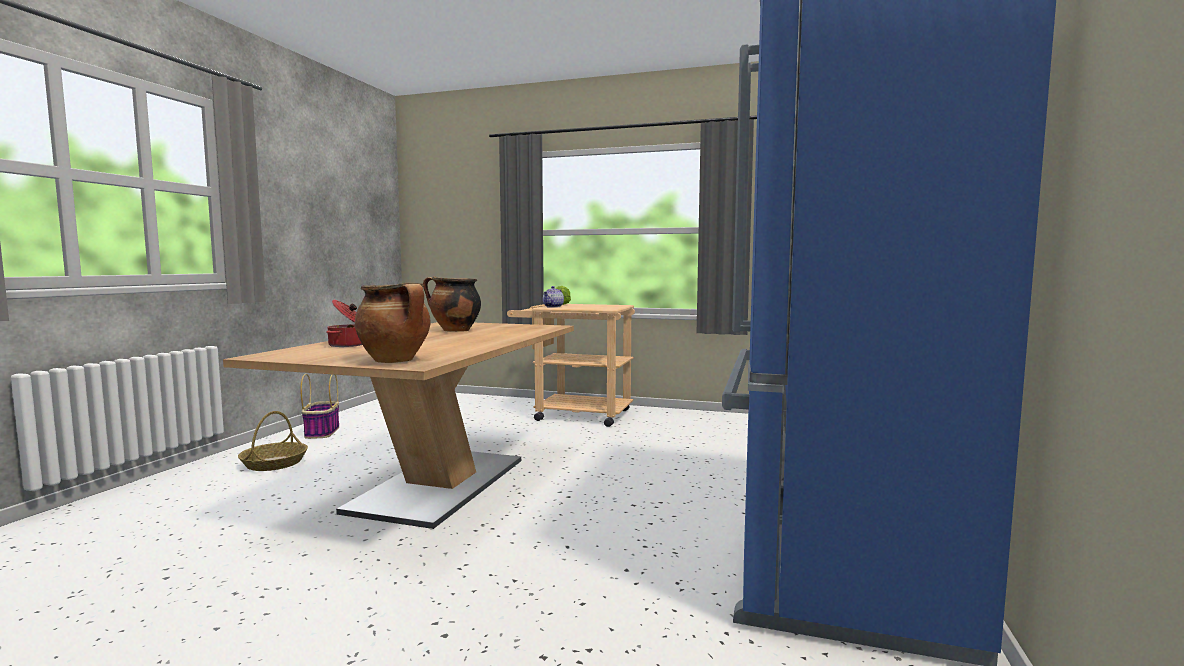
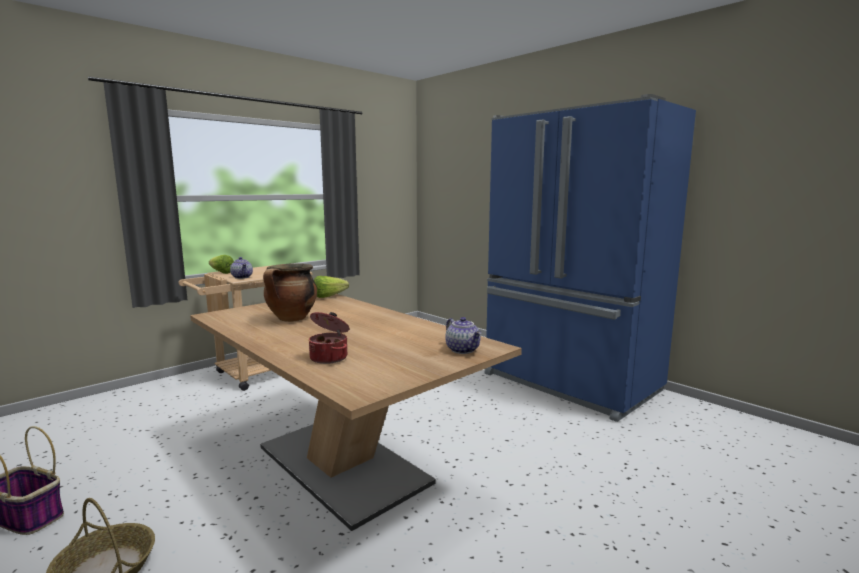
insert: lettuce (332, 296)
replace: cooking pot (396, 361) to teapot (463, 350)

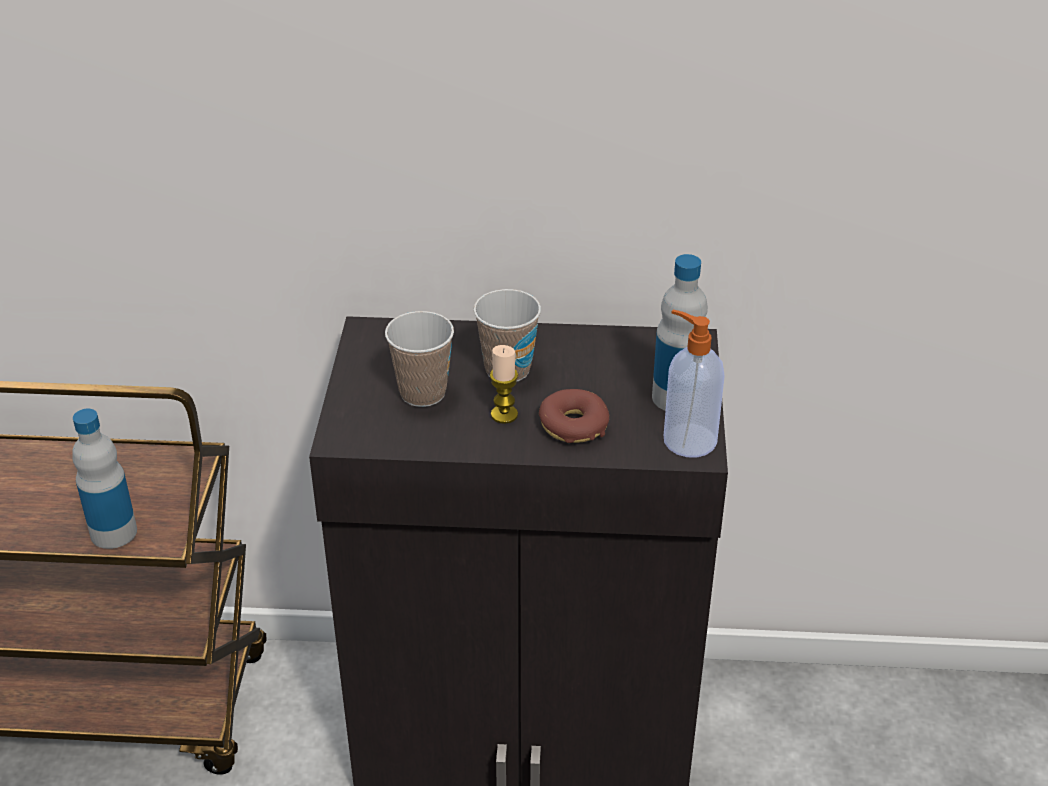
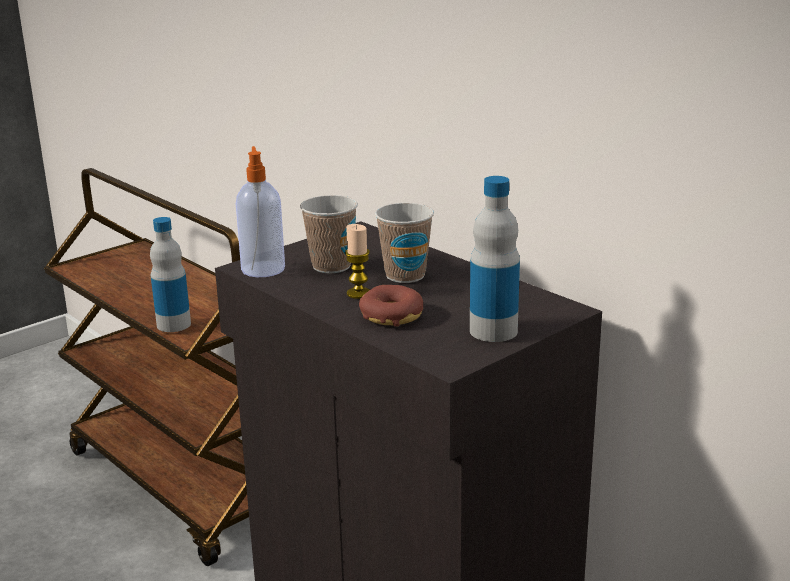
move: soap dispenser (688, 440) to (263, 269)

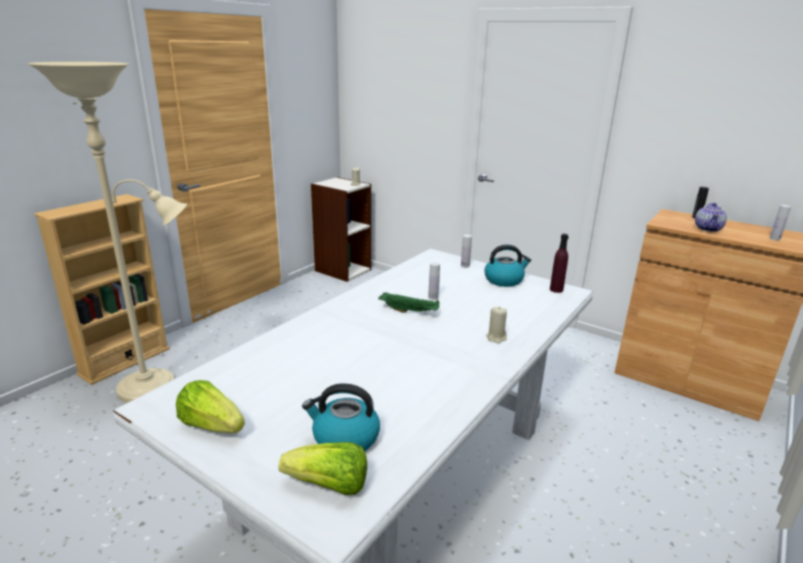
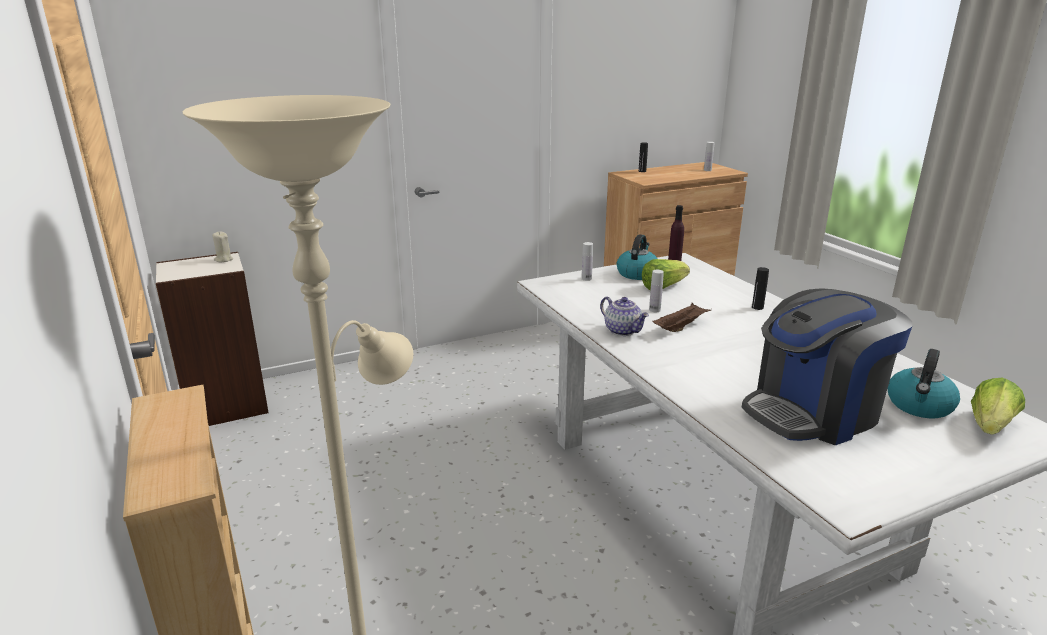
insert: coffee machine (814, 412)
move: lettuce (212, 425) to (662, 287); teapot (708, 229) to (623, 331)
replace: candle (beige) (496, 338) to bottle (black) (757, 307)
recolor: tray (green) (410, 311) to tray (brown) (680, 327)

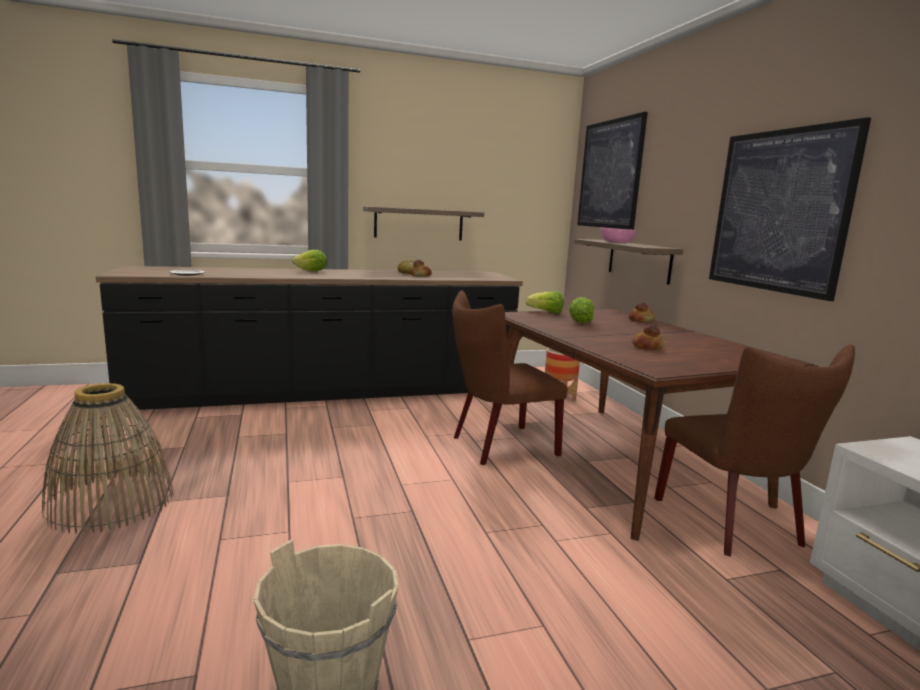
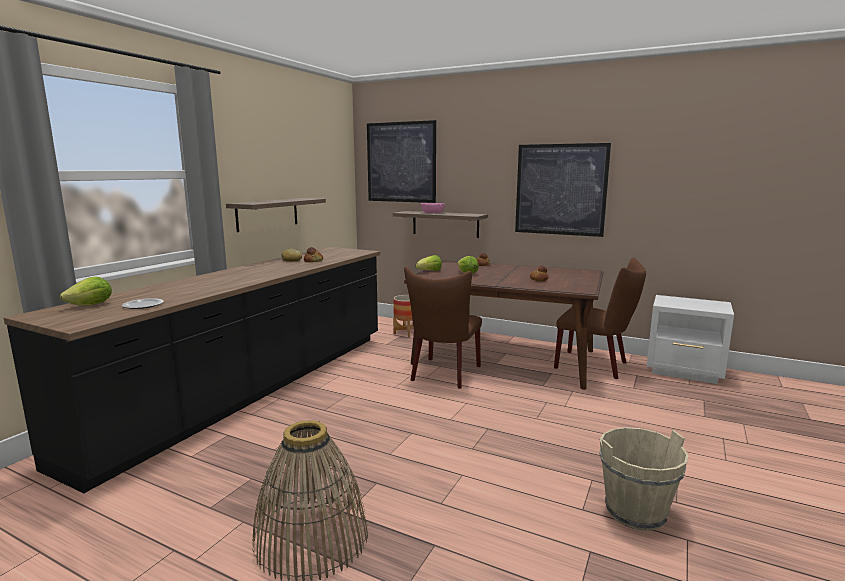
move: lettuce (312, 271) to (91, 305)

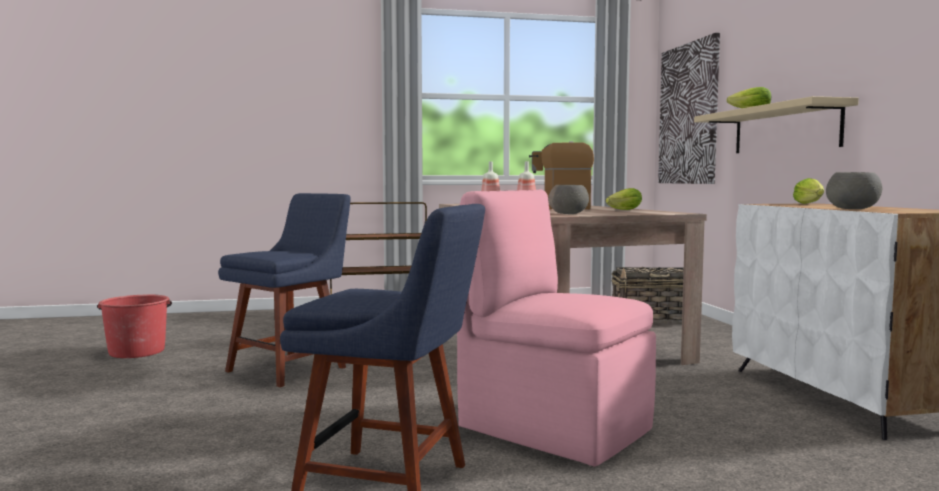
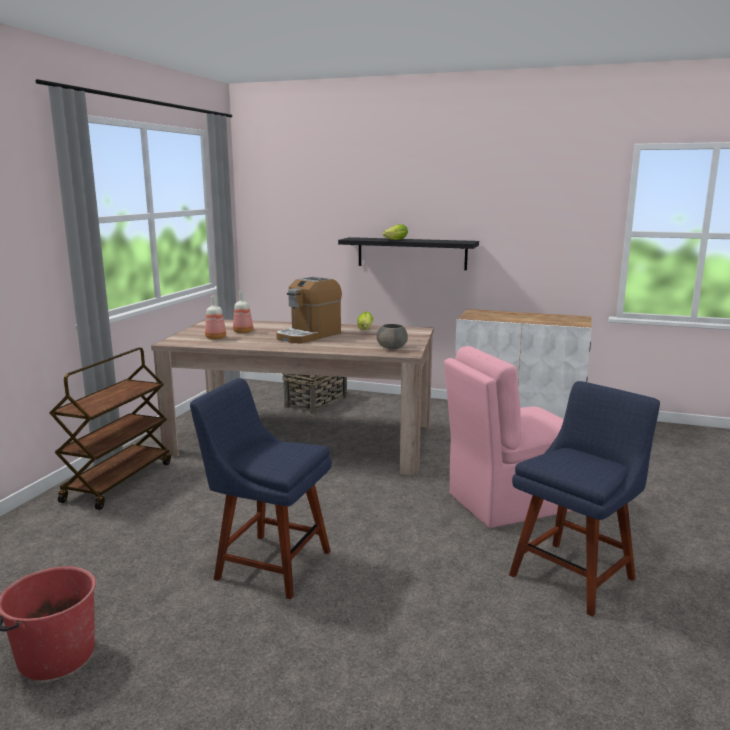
delete: picture (688, 114); lettuce (810, 204); bowl (grey) (853, 209)
recolor: shelf (beige) (785, 129) to shelf (black) (411, 253)
rotate: chair (blue) (291, 368) = (268, 563) 45 degrees counterclockwise

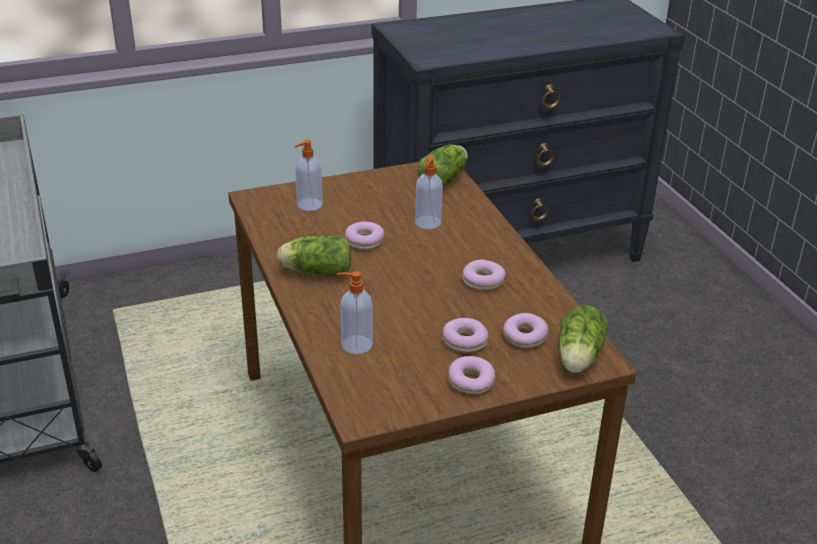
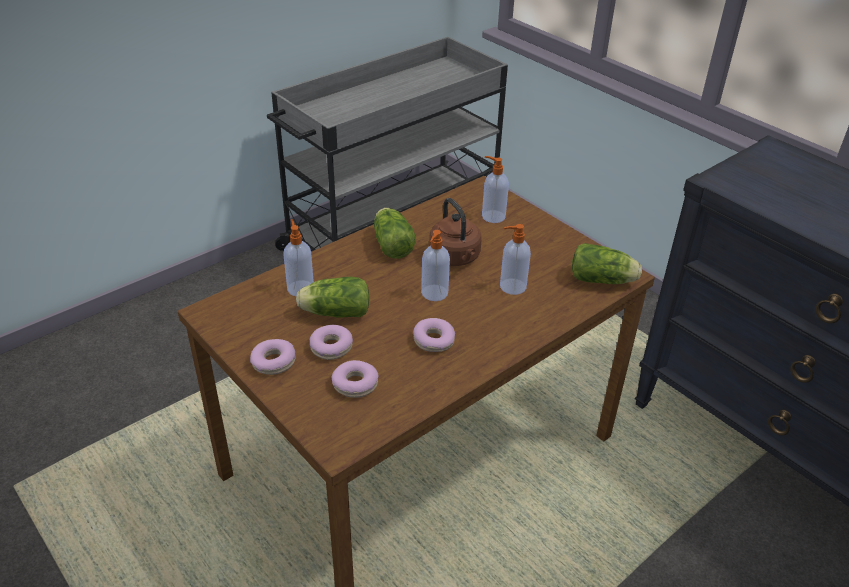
insert: soap dispenser (434, 293)
move: lettuce (578, 358) to (333, 312)
replace: donut (364, 241) to kettle (brown) (456, 258)

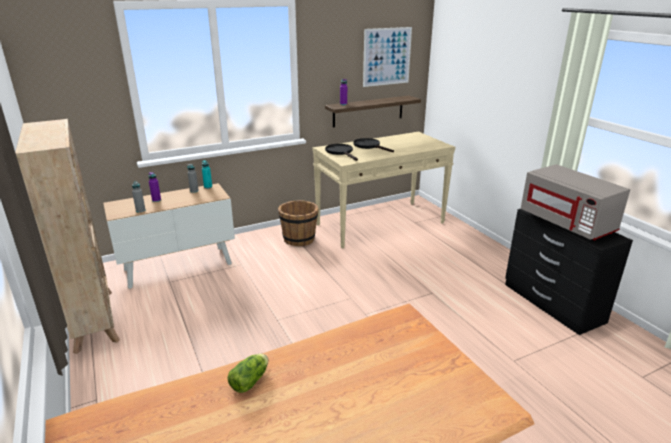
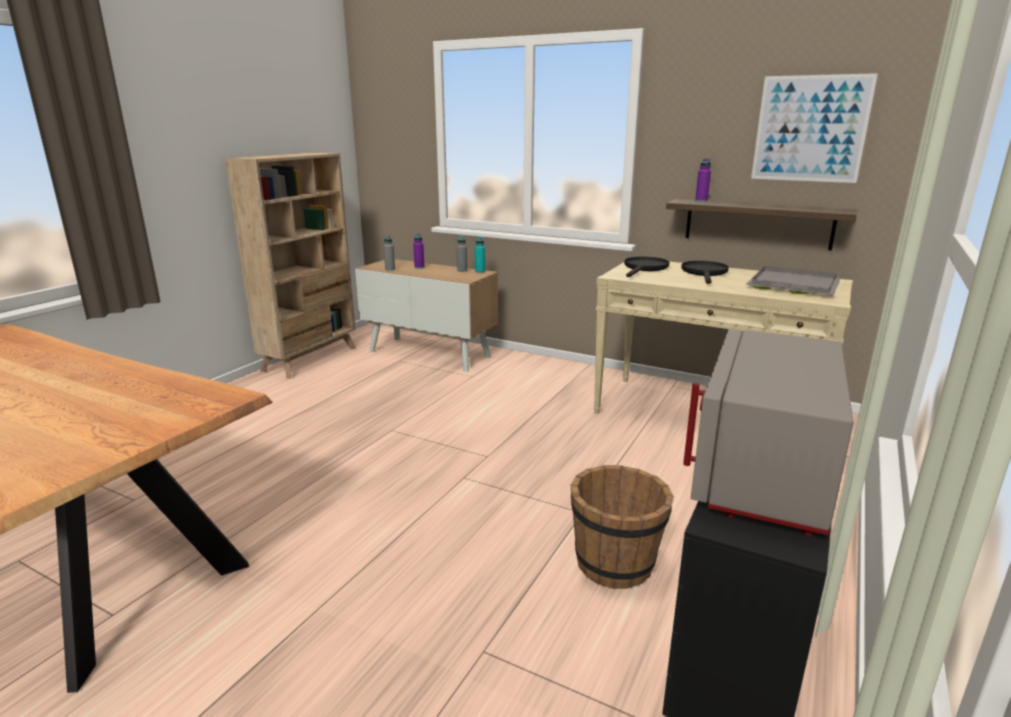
delete: lettuce (251, 380)
insert: tray (grey) (795, 284)
move: bucket (brown) (299, 239) to (615, 563)

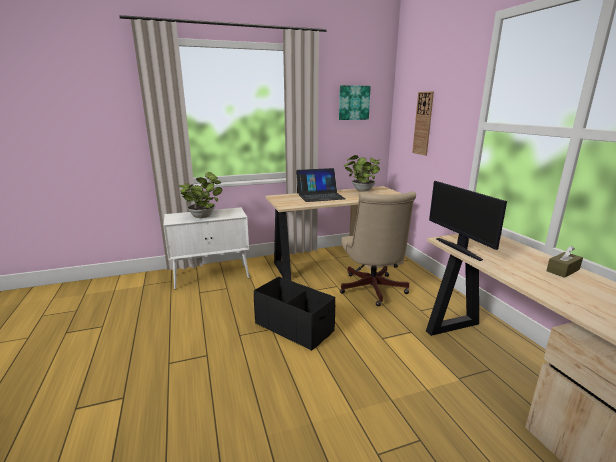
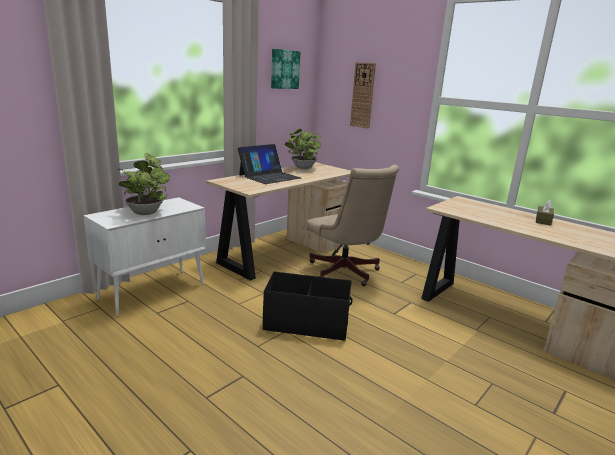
delete: monitor (459, 248)

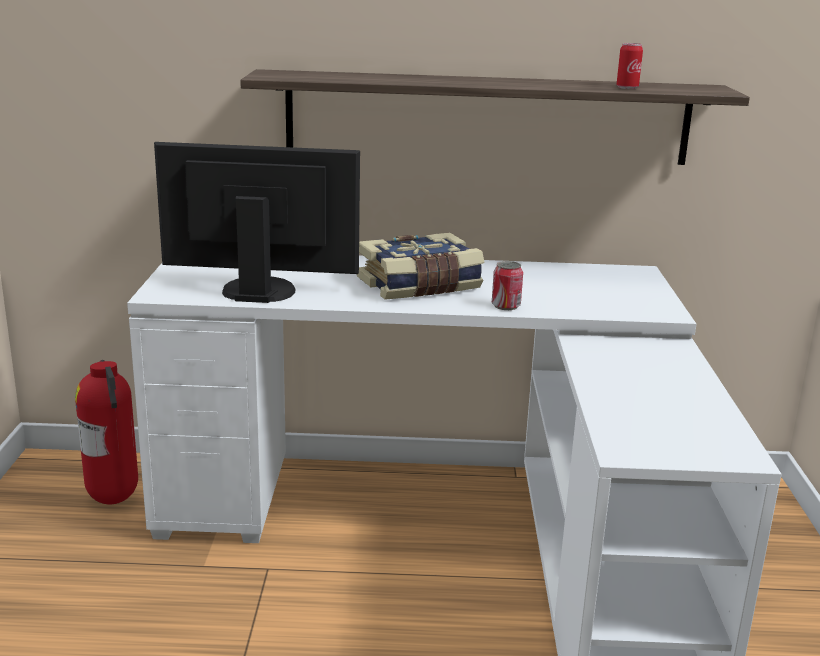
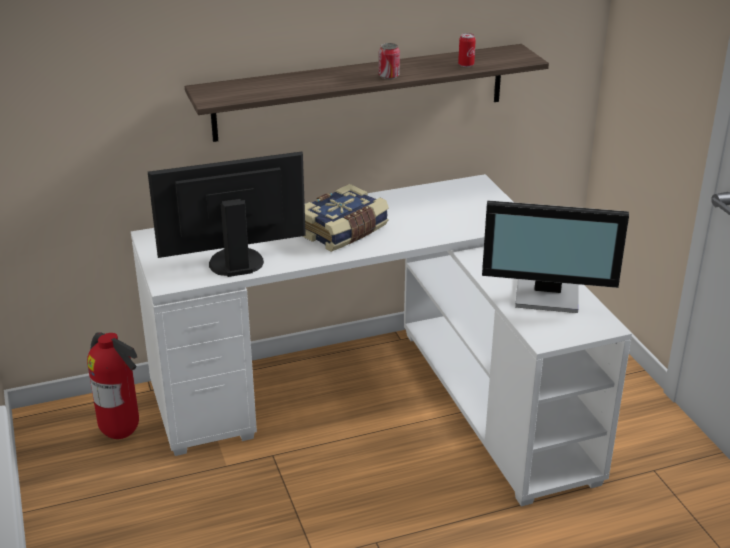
insert: monitor (548, 295)
move: can (505, 306) to (388, 76)

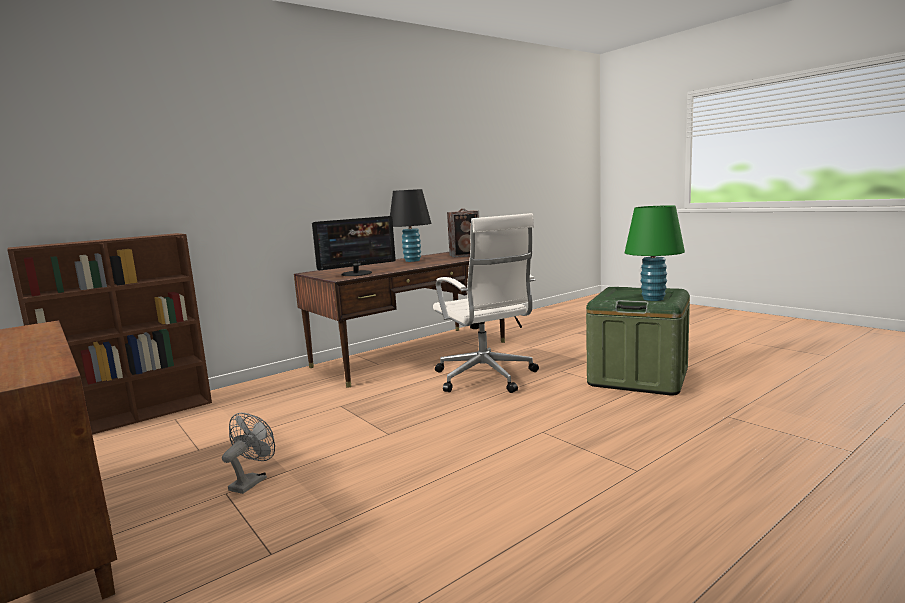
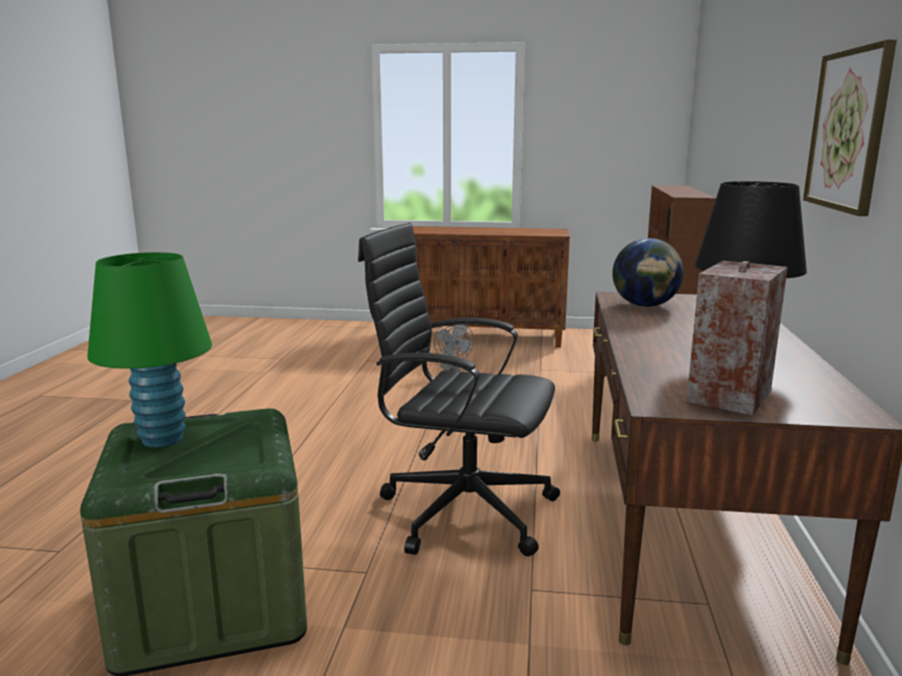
insert: picture (848, 130)
replace: monitor (357, 273) to globe (645, 306)
recolor: office chair (white) (486, 378) to office chair (black) (462, 510)

